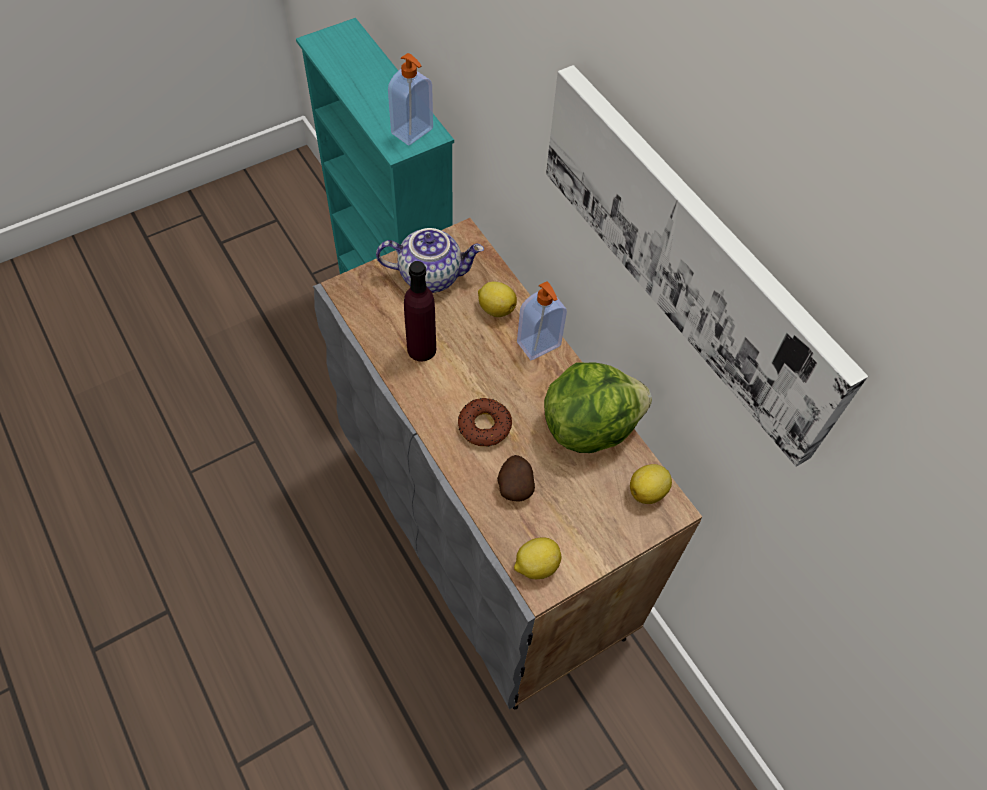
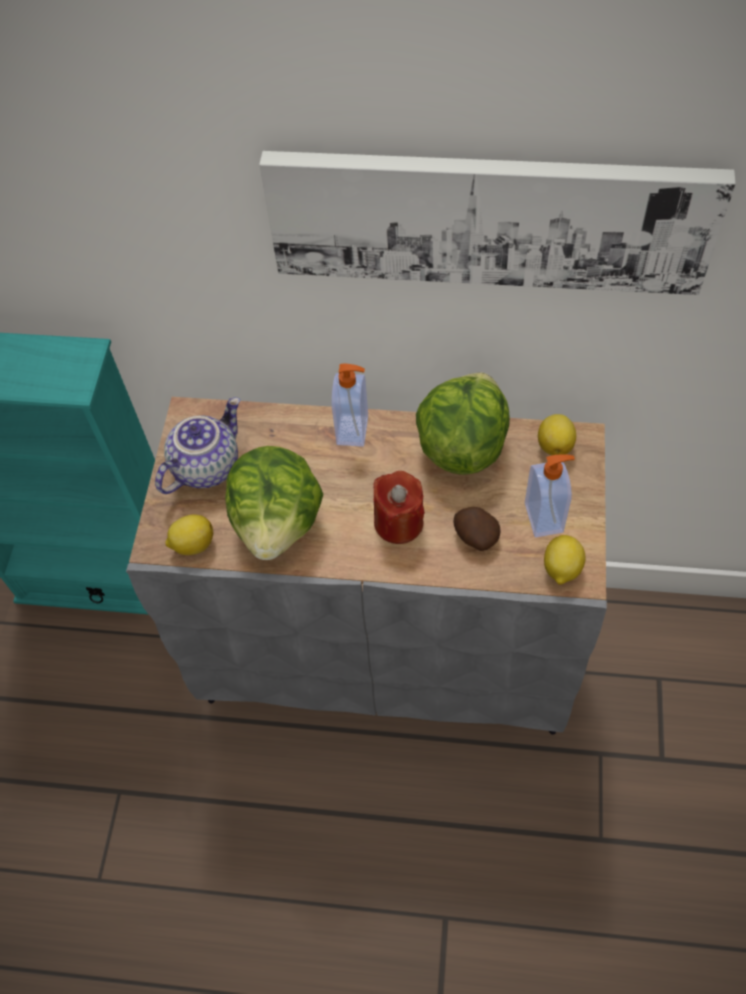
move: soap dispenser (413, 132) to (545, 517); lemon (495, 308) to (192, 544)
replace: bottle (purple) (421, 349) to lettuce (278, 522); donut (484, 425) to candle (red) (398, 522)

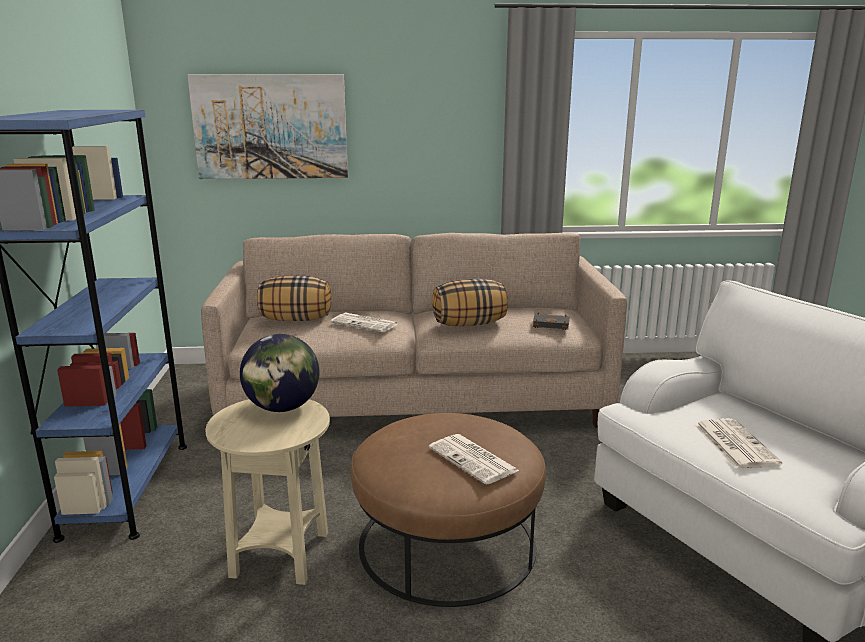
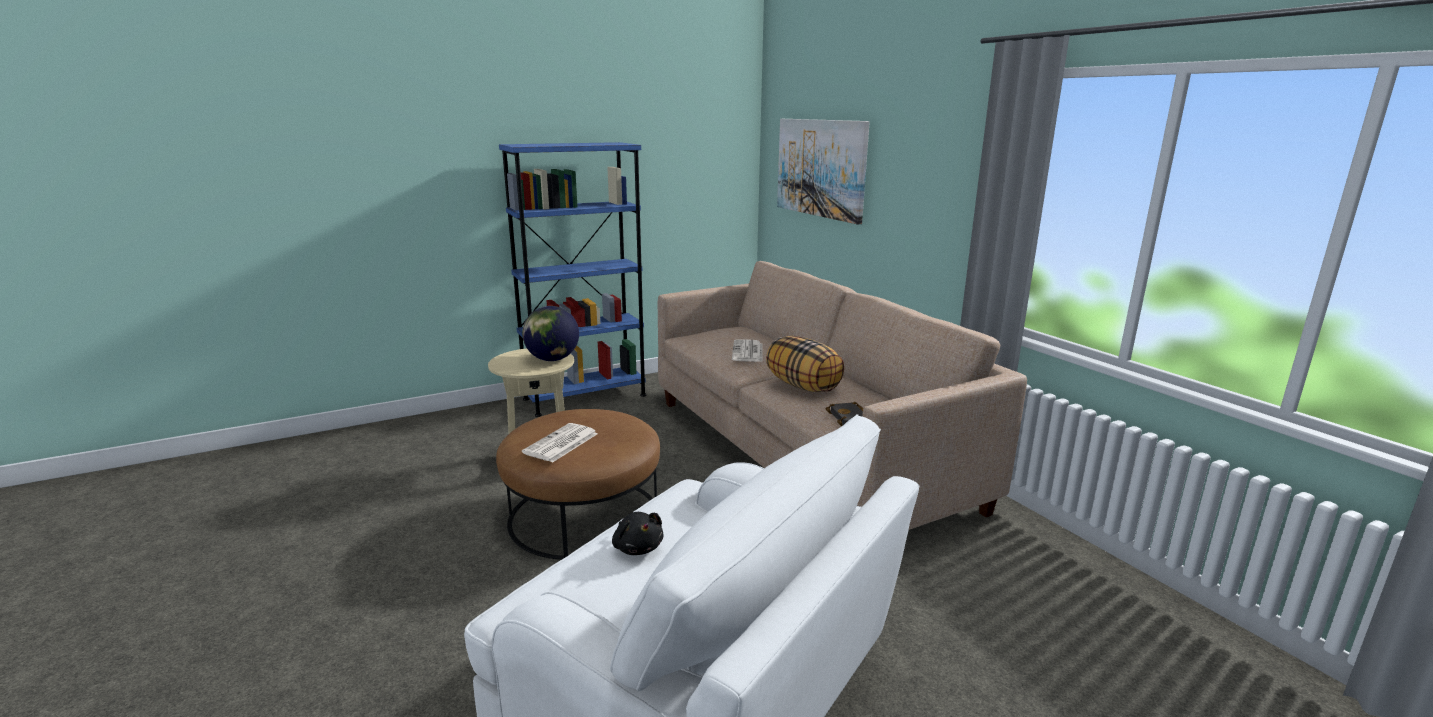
delete: pillow (296, 319)
replace: newspaper (734, 444) to plush toy (black) (637, 547)

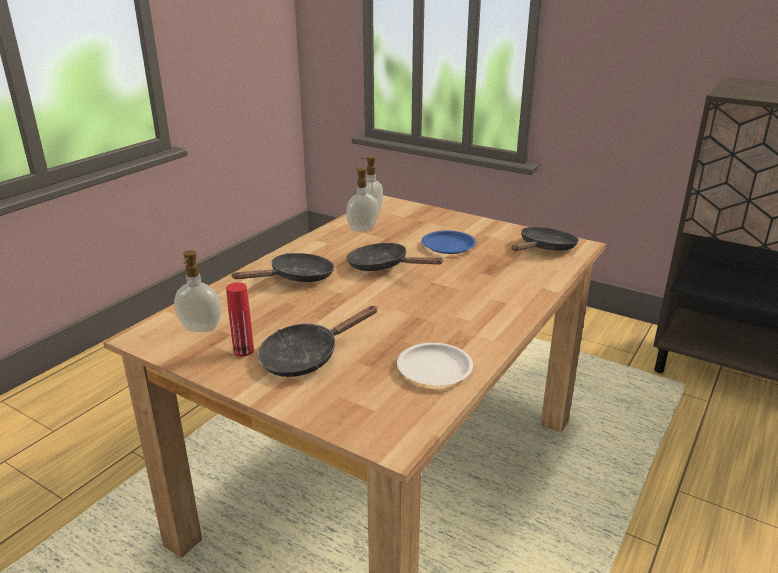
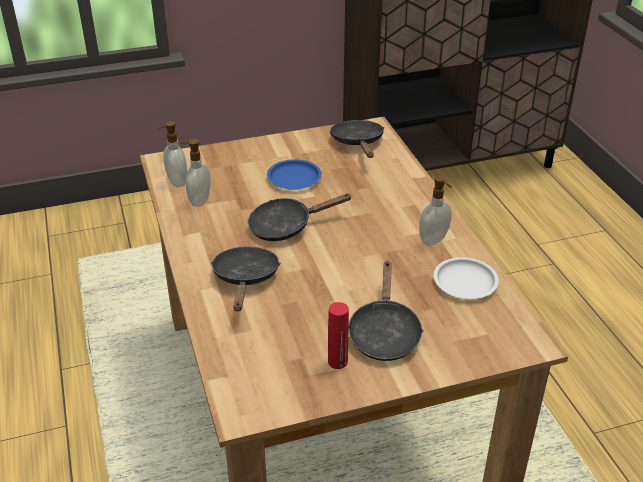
move: soap dispenser (200, 329) to (434, 240)

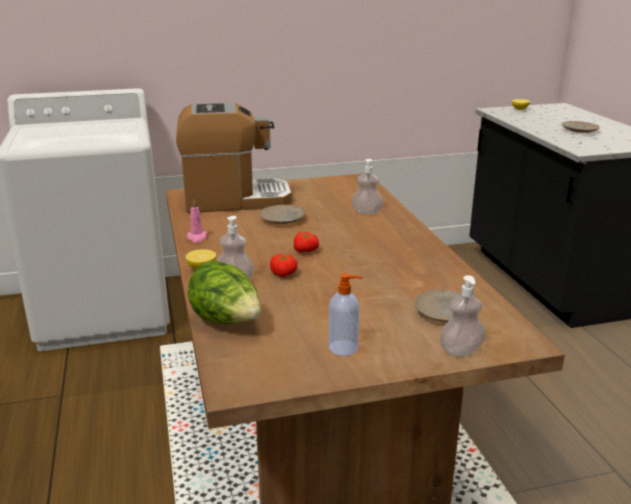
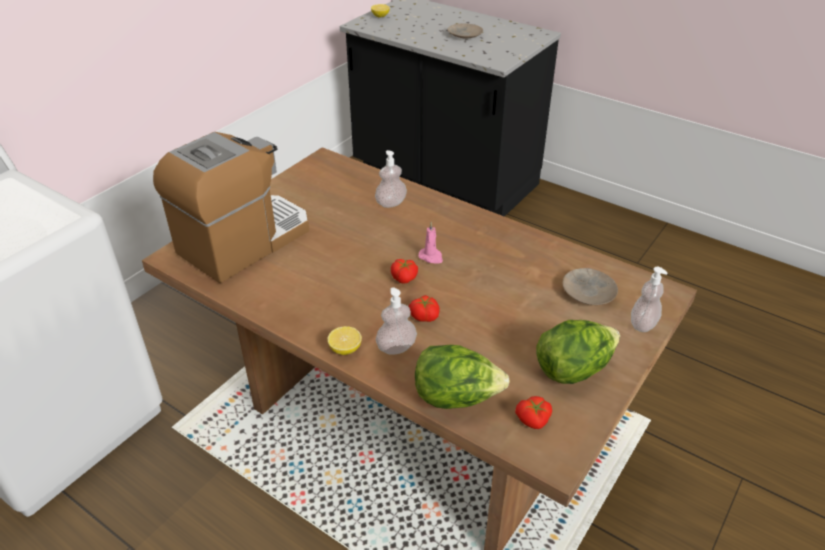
delete: plate (beige) (282, 219)
insert: tomato (533, 420)
move: candle (pink) (197, 238) to (431, 257)
replace: soap dispenser (344, 348) to lettuce (573, 369)

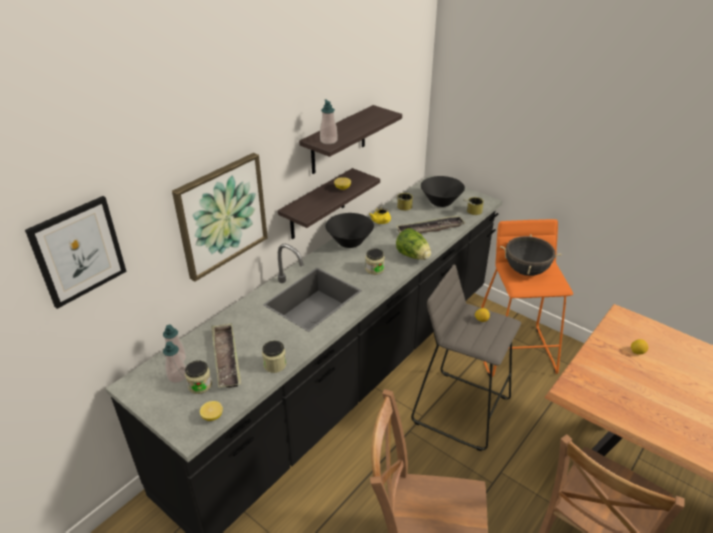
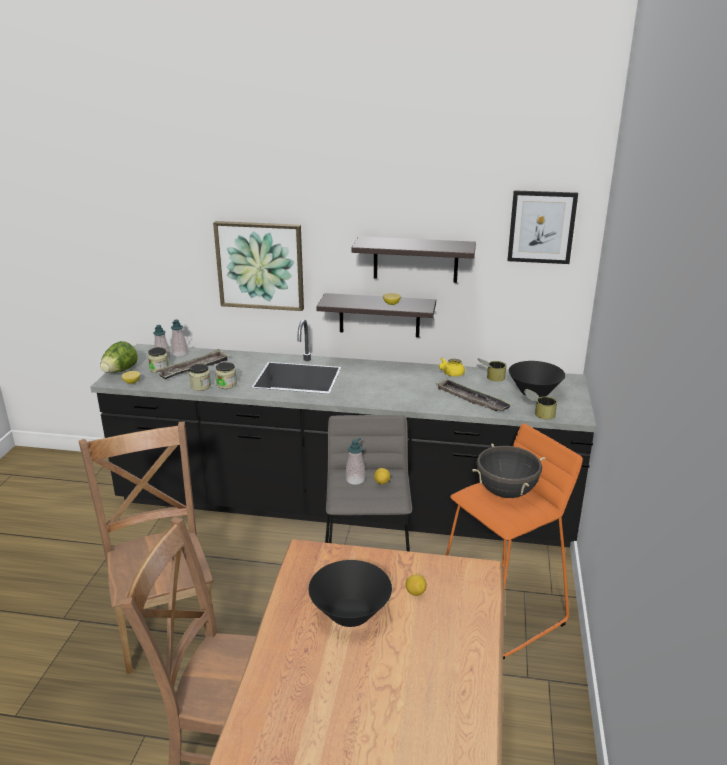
move: picture (78, 251) to (541, 227); soap dispenser (328, 141) to (355, 480); bowl (black) (350, 242) to (350, 614); jar (374, 269) to (226, 385); lettuce (413, 256) to (120, 371)

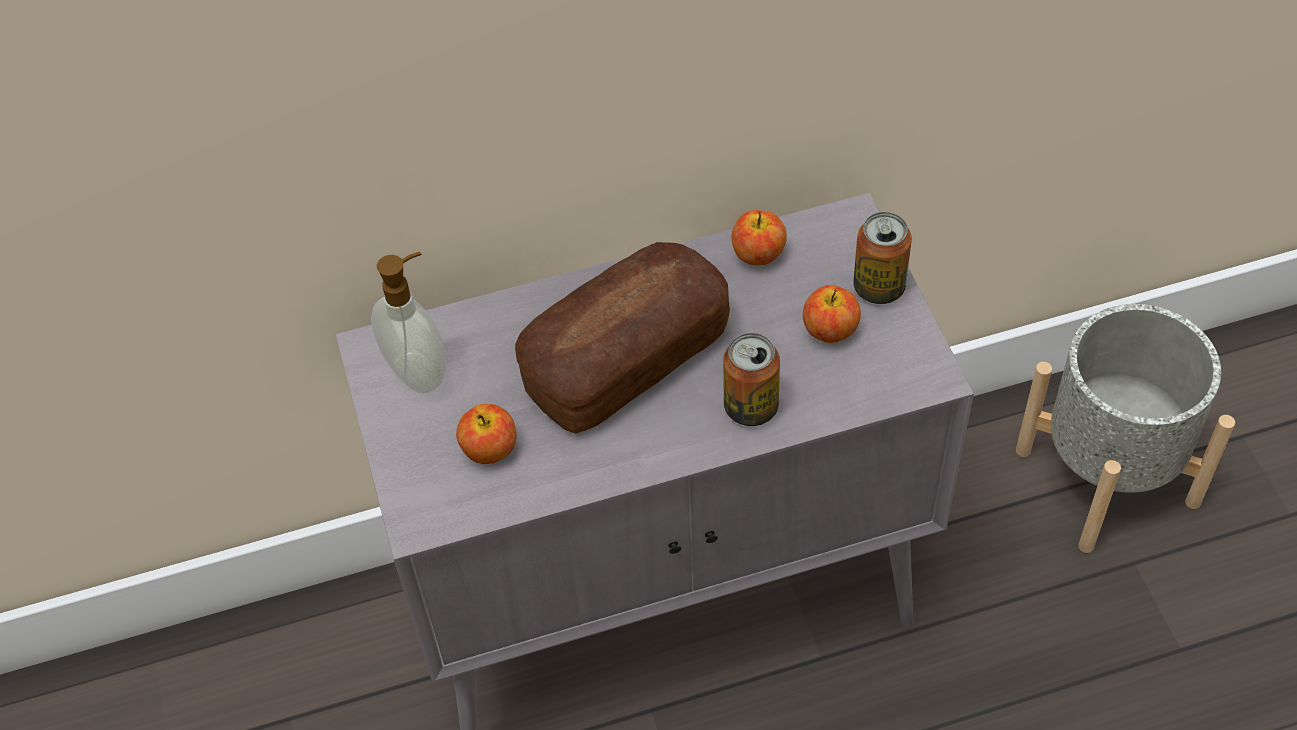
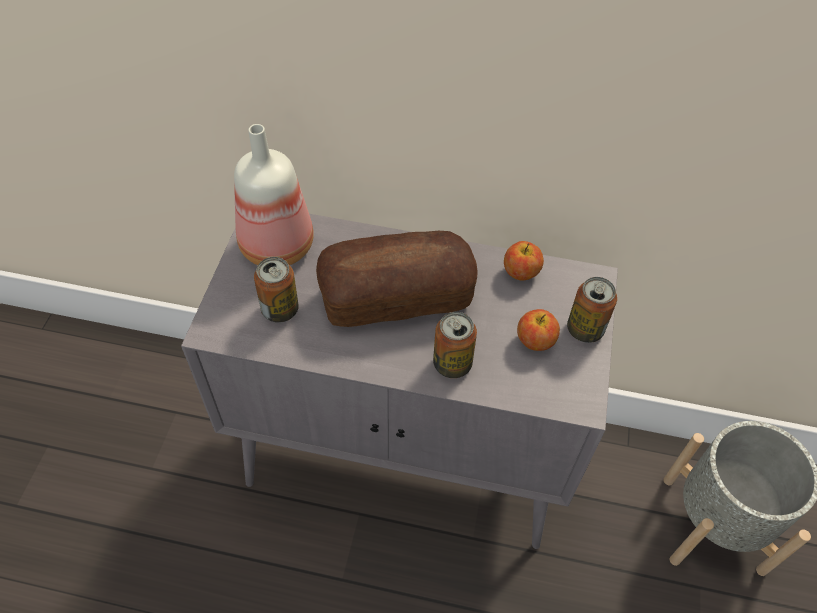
replace: soap dispenser (419, 371) to bottle (275, 244); apple (489, 449) to can (280, 309)

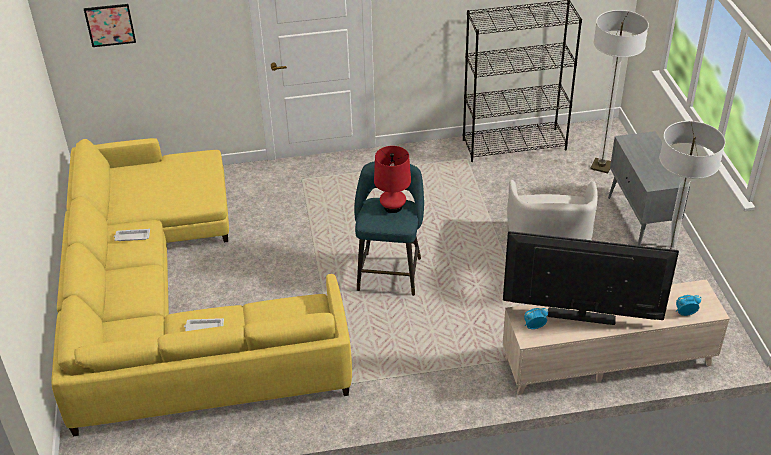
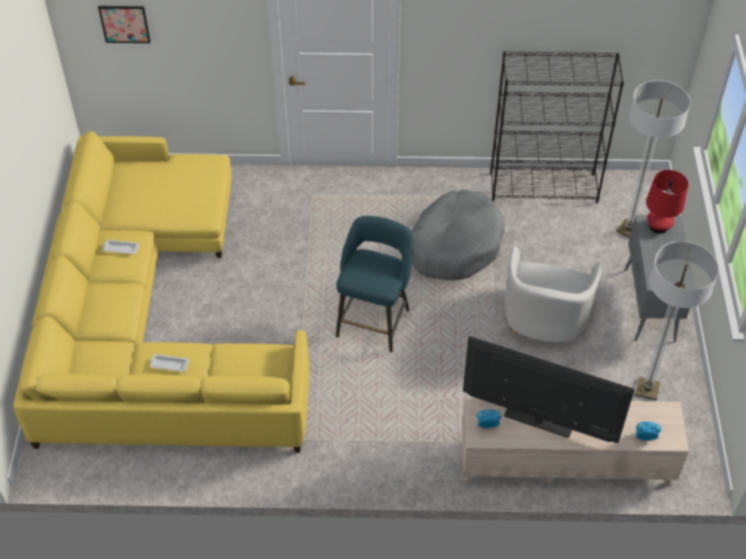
insert: dog bed (grey) (455, 244)
move: table lamp (red) (393, 207) to (658, 226)

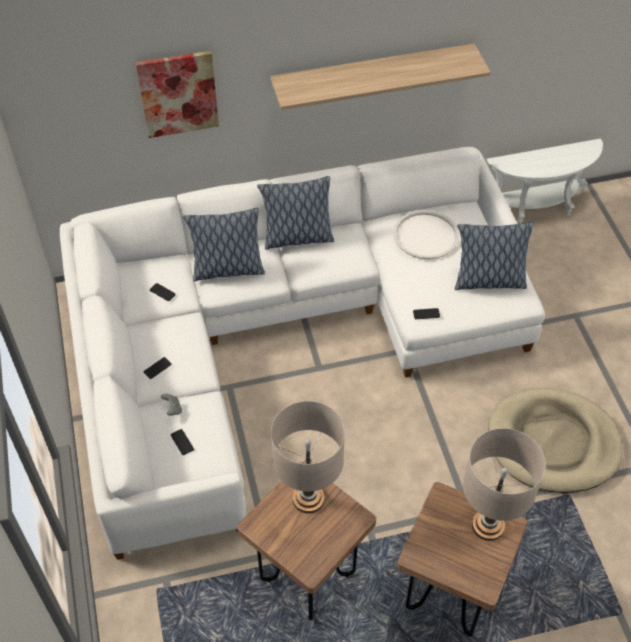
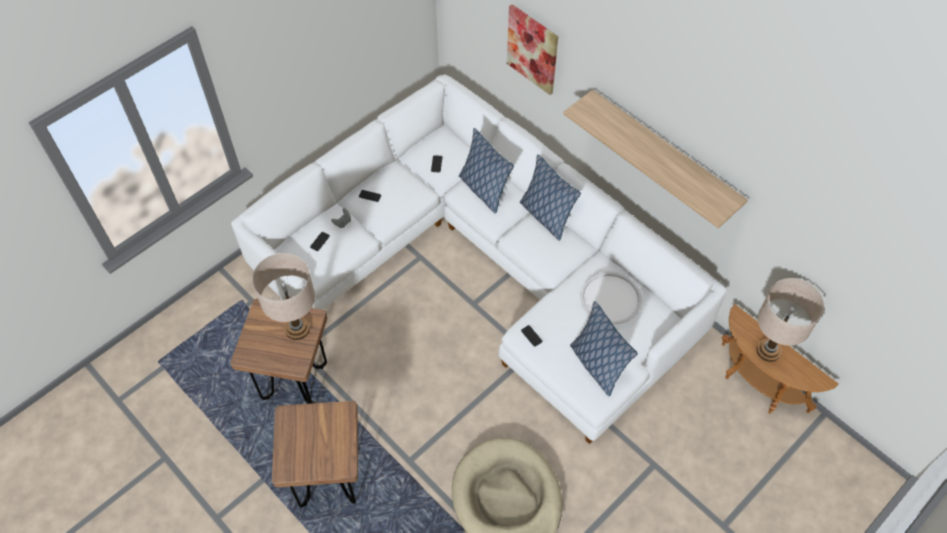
move: table lamp (beige) (488, 526) to (768, 351)
recolor: side table (white) (538, 209) to side table (brown) (757, 385)

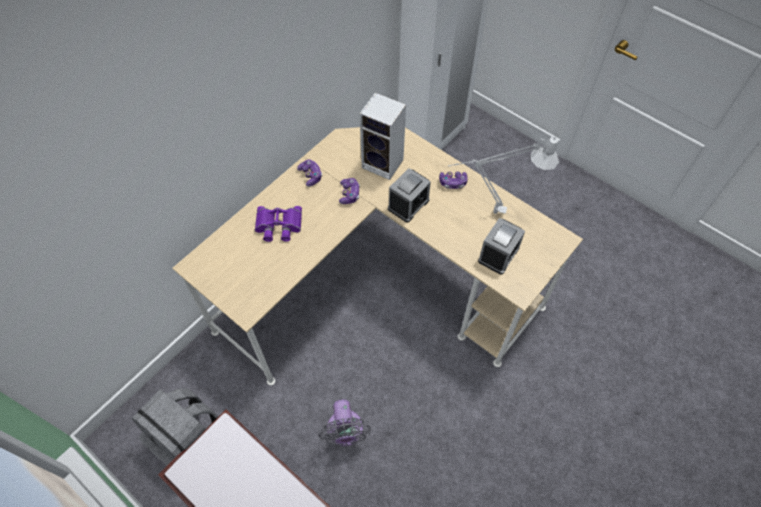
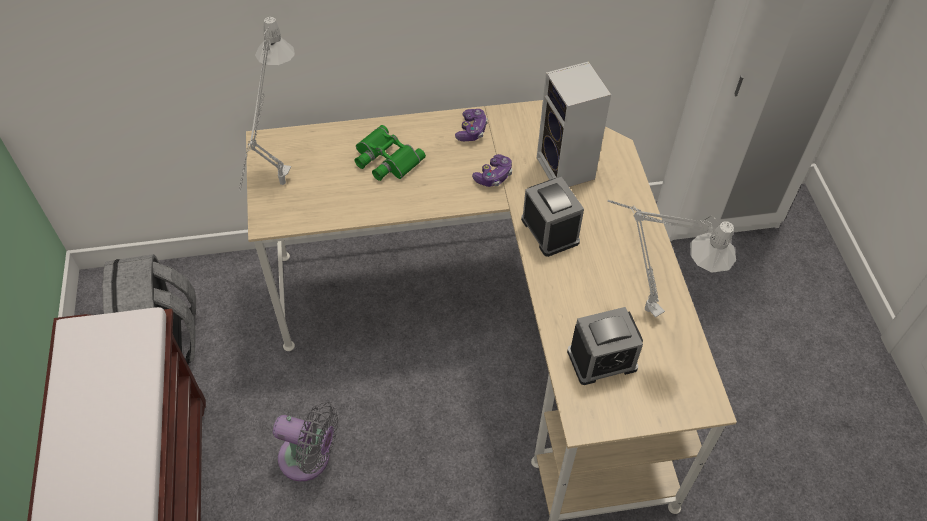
delete: game controller (453, 183)
insert: table lamp (grey) (280, 191)
recolor: binoculars (purple) (278, 226) to binoculars (green) (385, 159)
rotate: fan (grey) (345, 432) = (309, 459) 105 degrees counterclockwise; alarm clock (408, 204) = (550, 230) 105 degrees counterclockwise

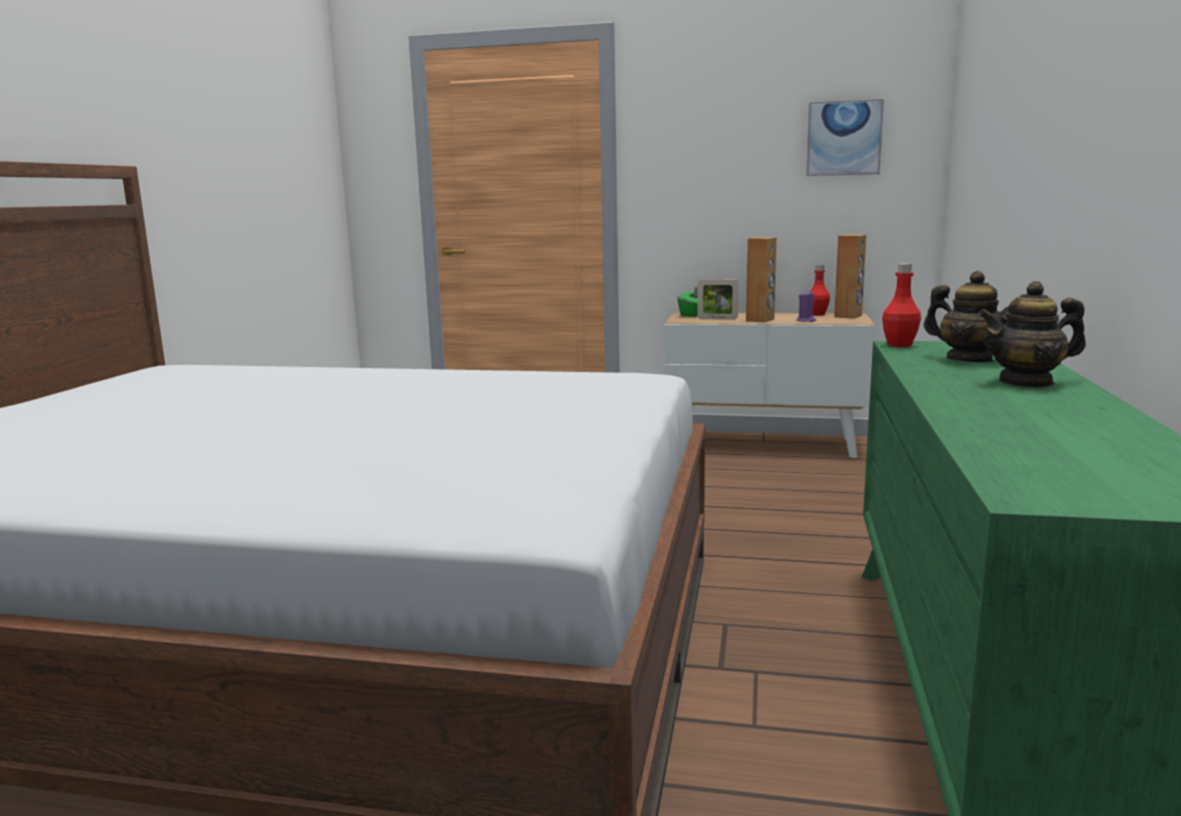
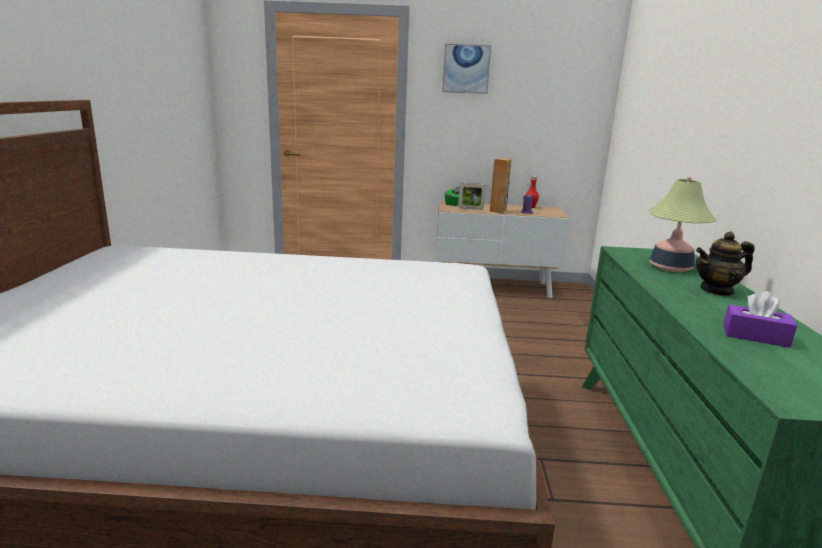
delete: speaker (brown) (848, 316); bottle (red) (899, 345)
insert: tissue box (purple) (755, 336)
move: picture (844, 138) to (466, 69)
replace: teapot (969, 360) to table lamp (670, 267)

